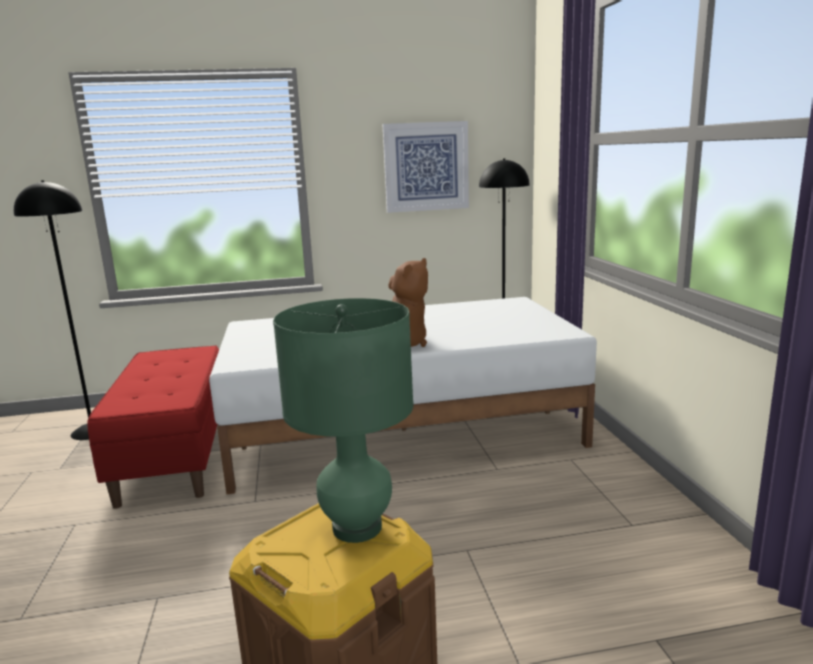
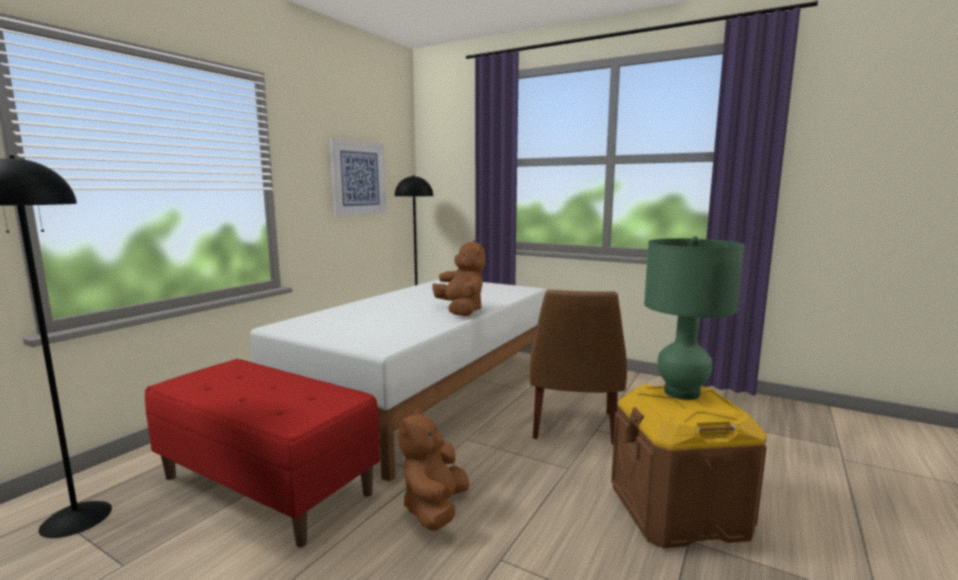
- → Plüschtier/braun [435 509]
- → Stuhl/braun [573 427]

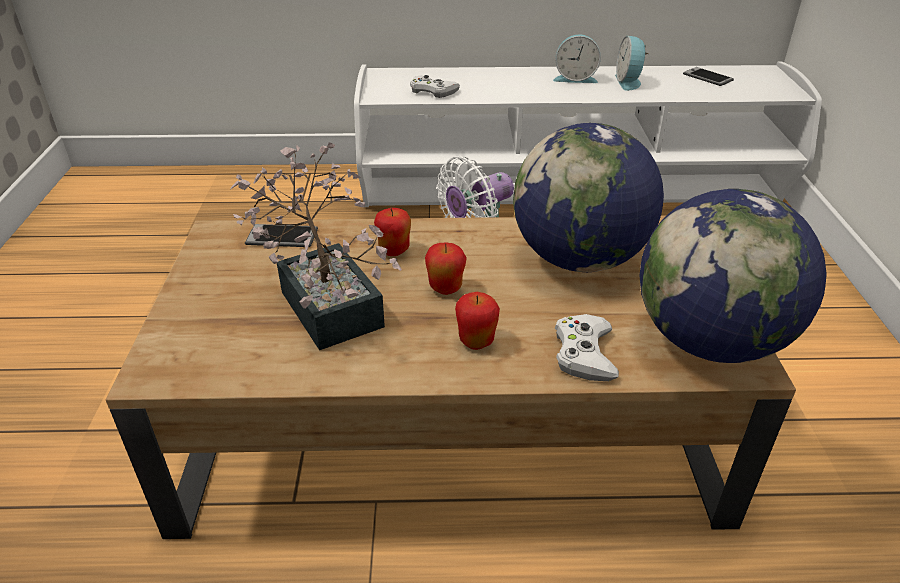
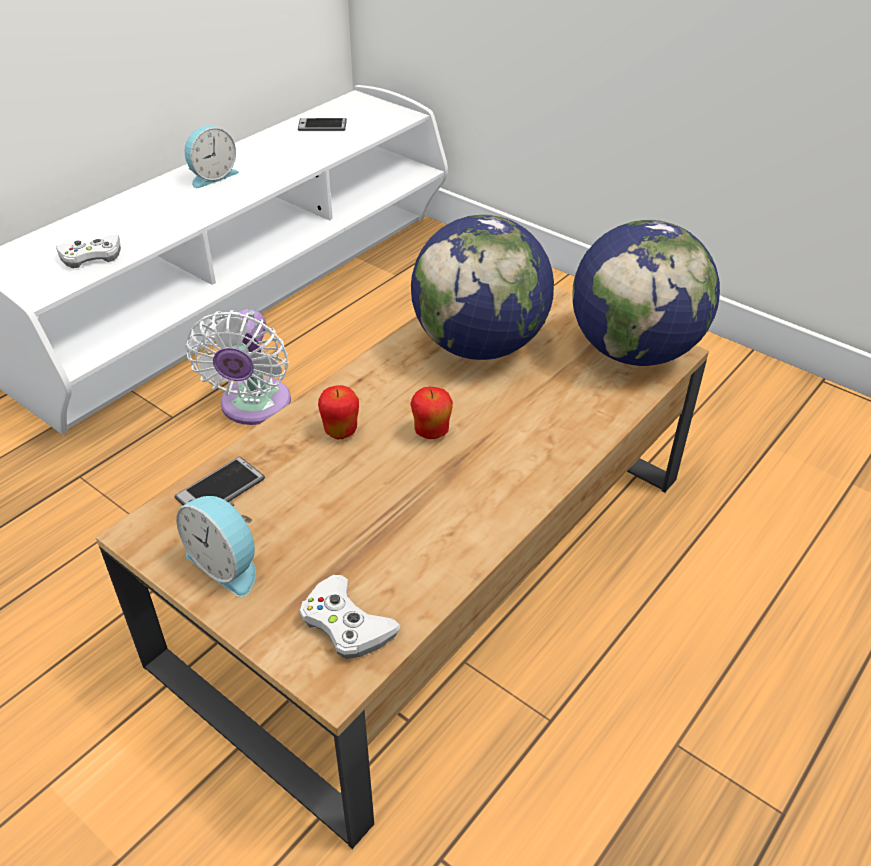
Wecker [629 82] → Wecker [227 564], relocated
Gamepad/weiß [584 353] → Gamepad/weiß [346 624], relocated
Topfpflanze [327 301] → -
Apfel [476 341] → -

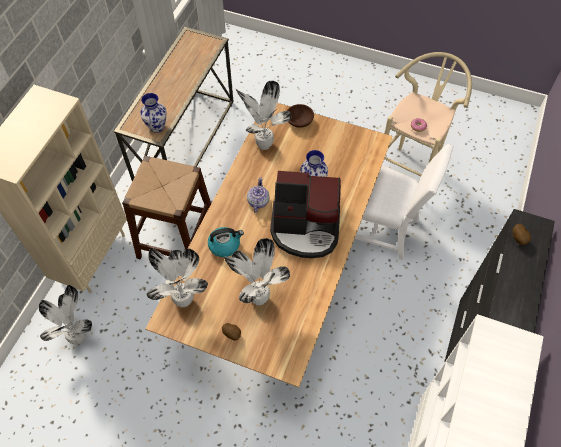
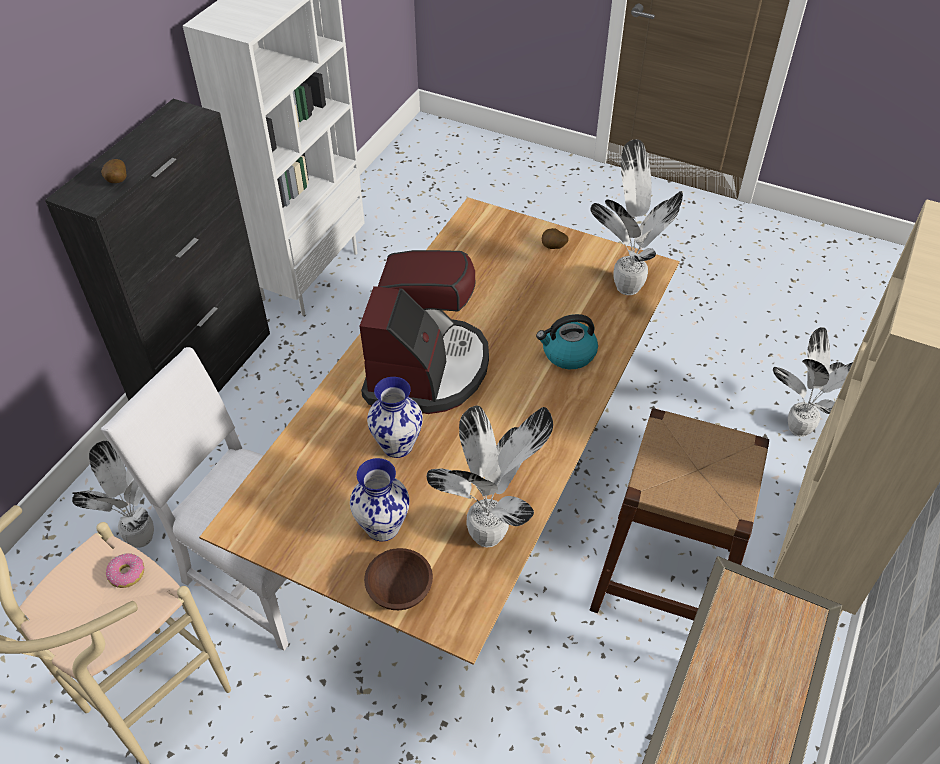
Topfpflanze [257 299] → Topfpflanze [144 538], relocated
Vase [157 127] → Vase [381 527], relocated
Kaffeemaschine [305 229] → Kaffeemaschine [426 368], 90 degrees clockwise
Teekanne [258 202] → -

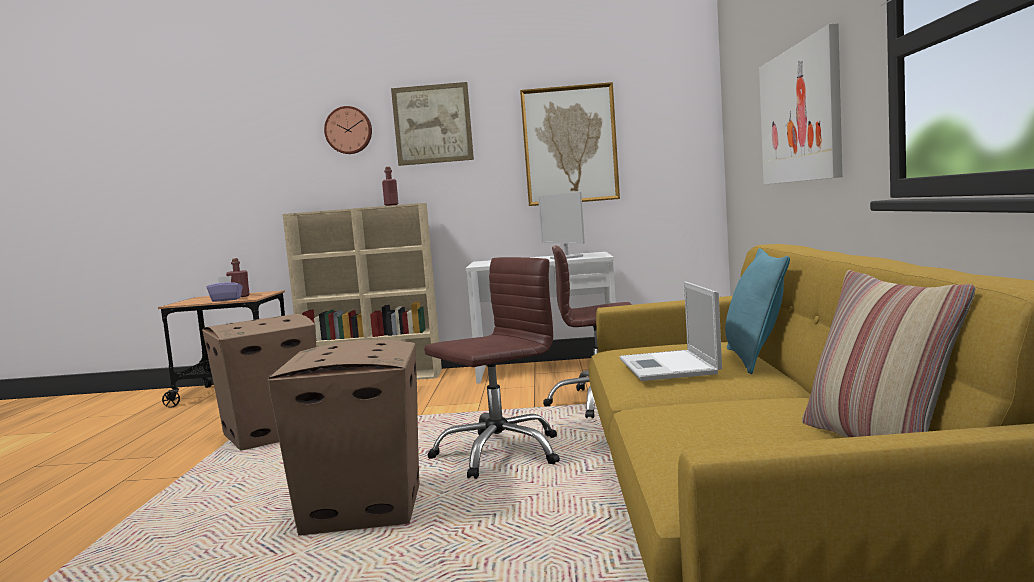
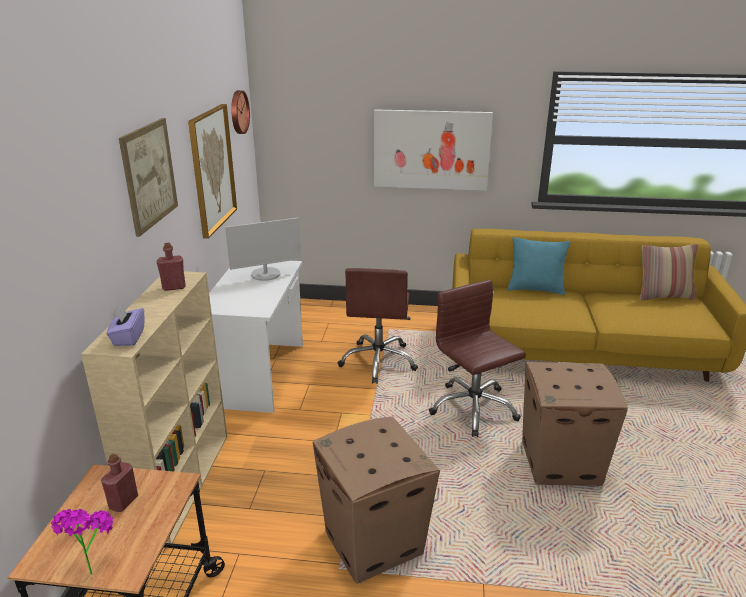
- → Topfpflanze [91 566]
Taschentuchbox/lila [226 300] → Taschentuchbox/lila [128 337], relocated
Wanduhr [348 130] → Wanduhr [238 112], relocated
Laptop [669 367] → -

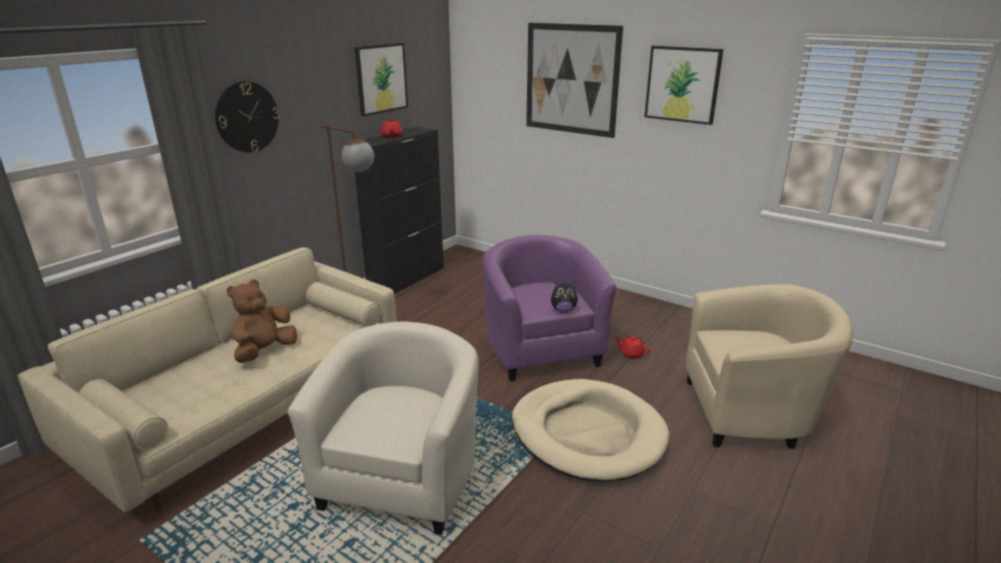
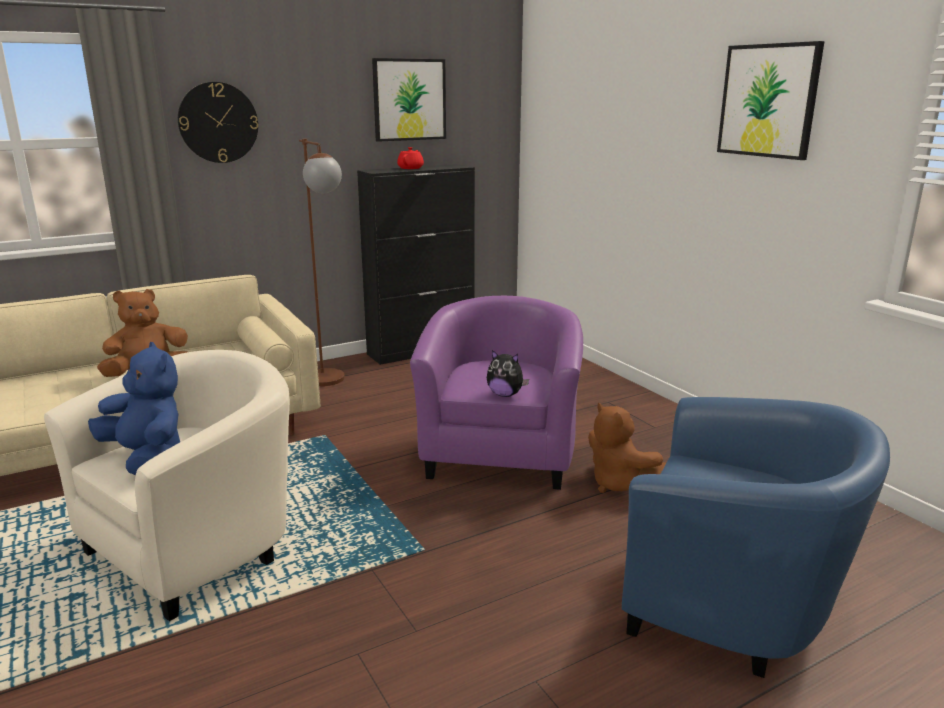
- → Plüschtier/blau [147 458]
Teekanne/rot [631 353] → Plüschtier/braun [619 484]
Sessel/beige [751 413] → Sessel/blau [734 606]
Hundebett/beige [587 434] → -
Bild [571 79] → -

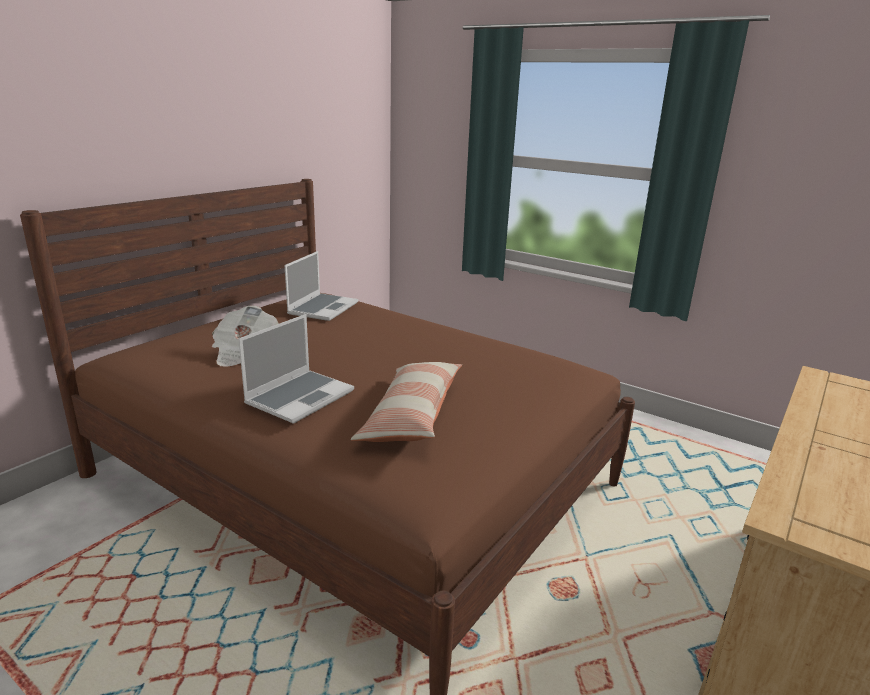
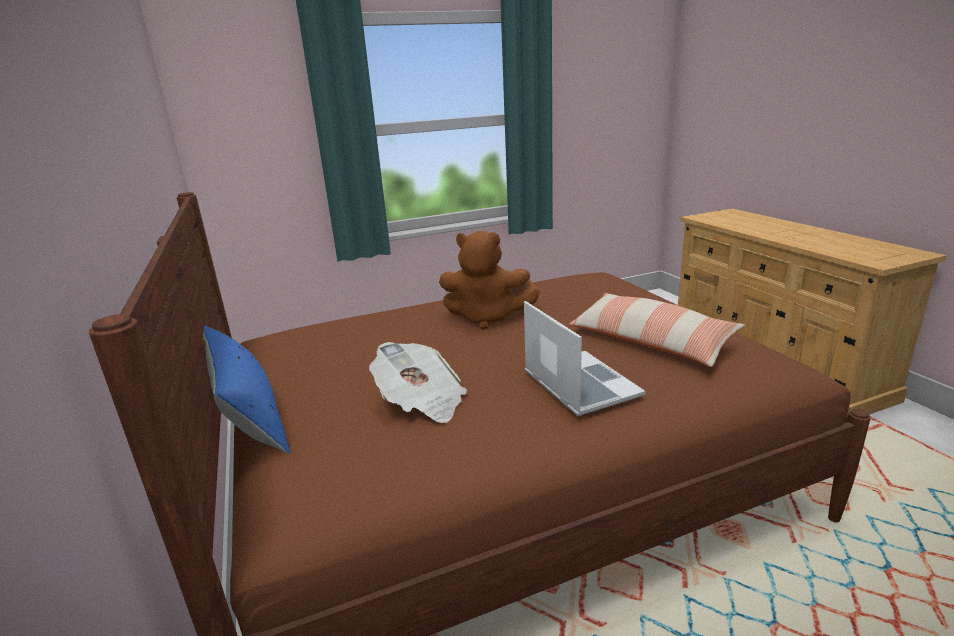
- → Kissen/blau [249 416]
- → Plüschtier/braun [487 318]
Laptop [323 308] → -

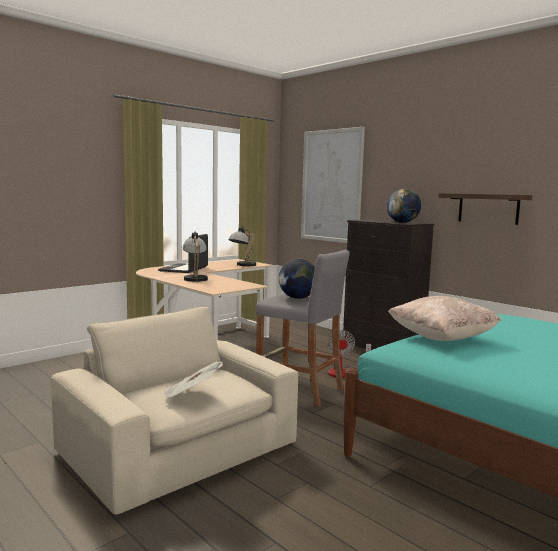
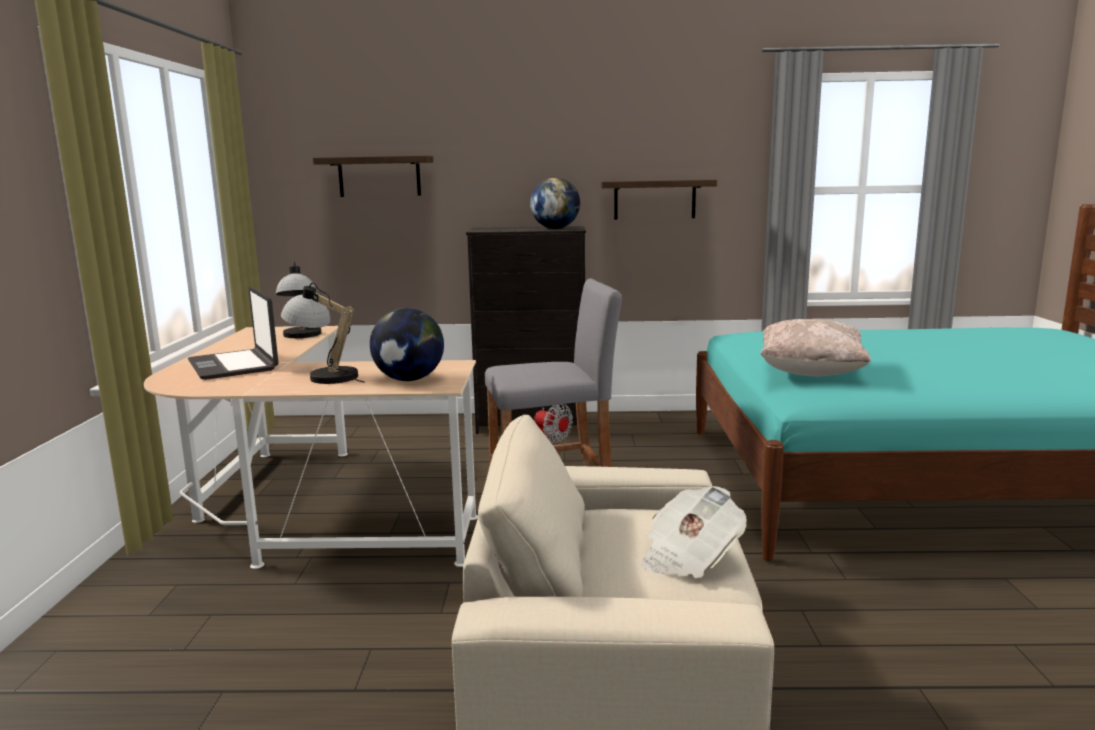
Bild [331 186] → Wandregal [379 176]
Globus [298 298] → Globus [409 379], relocated

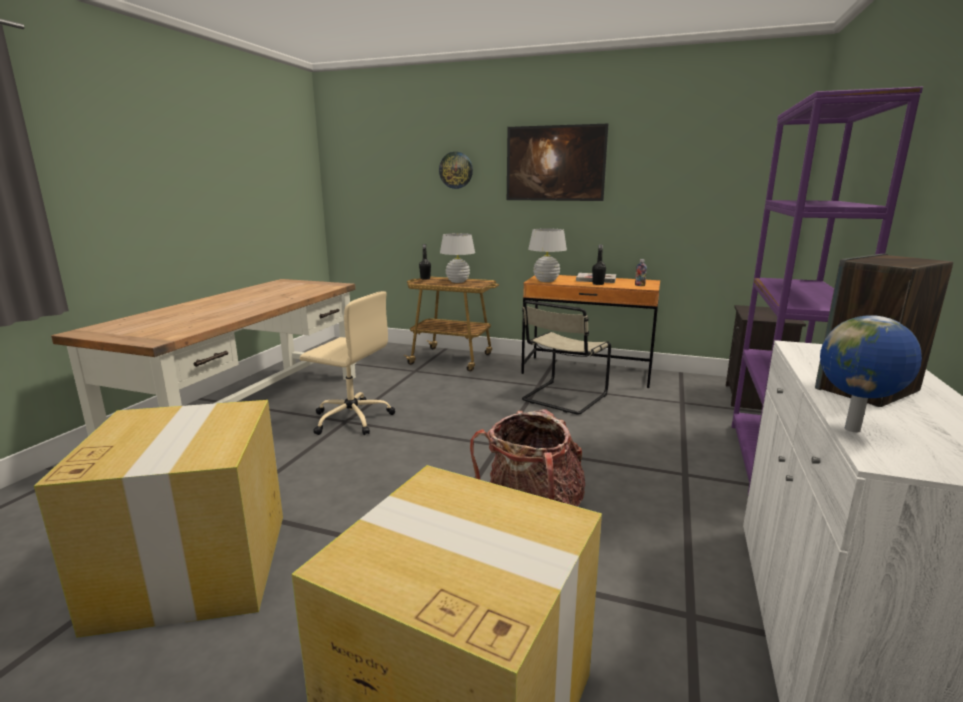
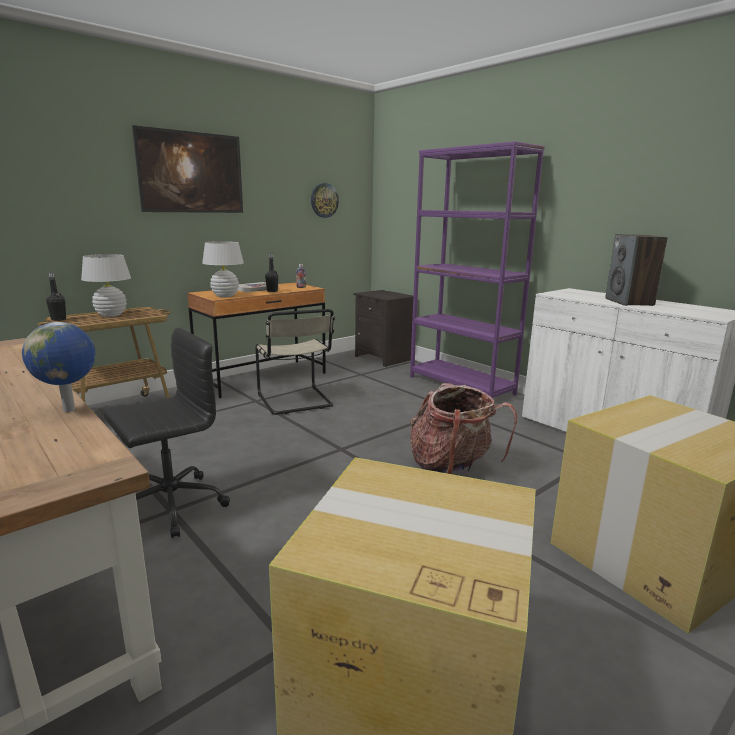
Globus [854 430] → Globus [70 410], relocated
Bürostuhl/beige [351 418] → Bürostuhl/schwarz [169 505]
Wanduhr [456 170] → Wanduhr [324 200], relocated

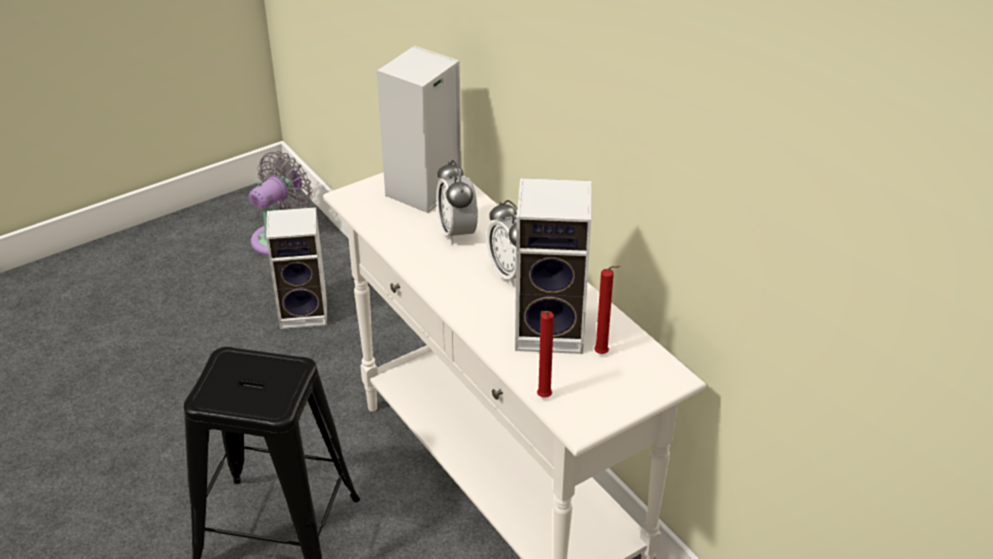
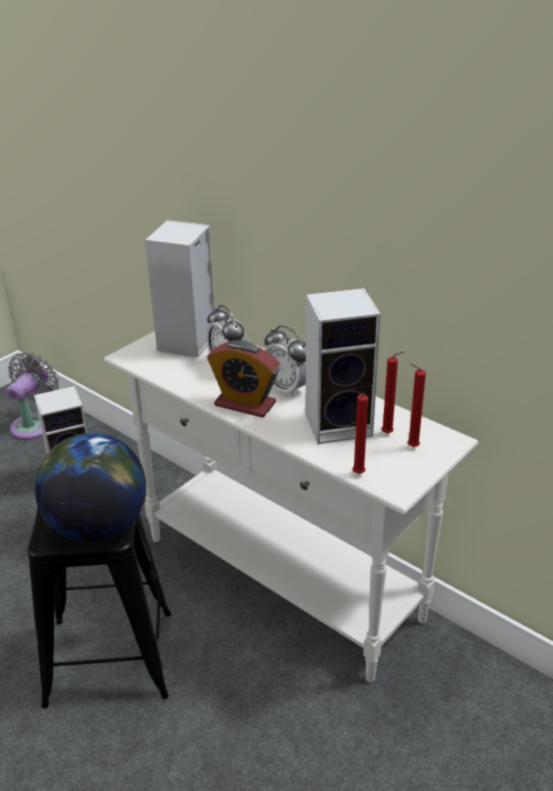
- → Globus [98 526]
- → Wecker [245 404]
- → Kerze/rot [411 447]

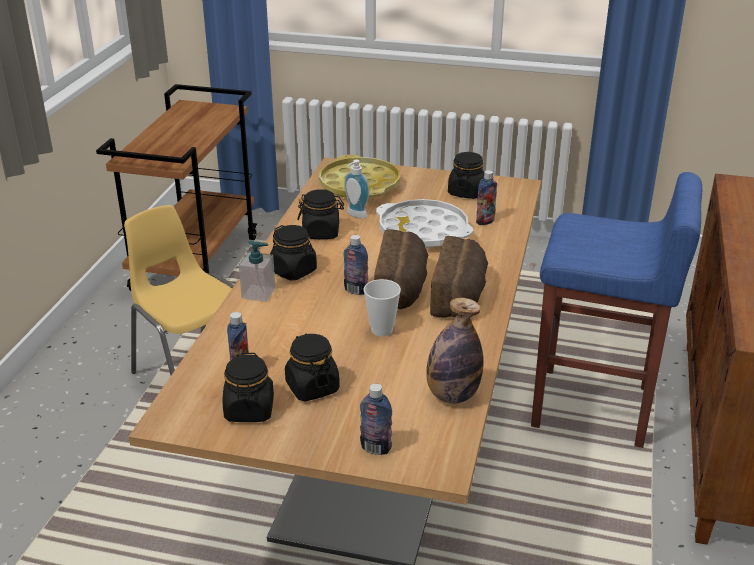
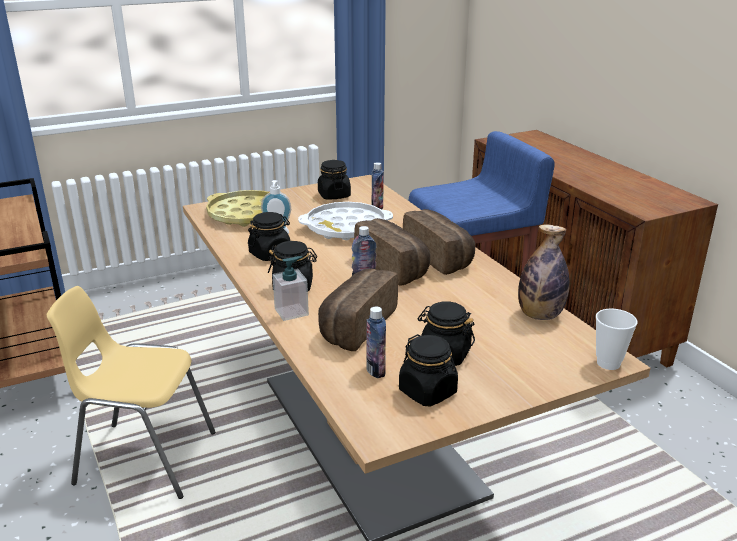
- → Brot [355 325]
Tasse [382 330] → Tasse [608 363], relocated
Flasche [376 448] → -

